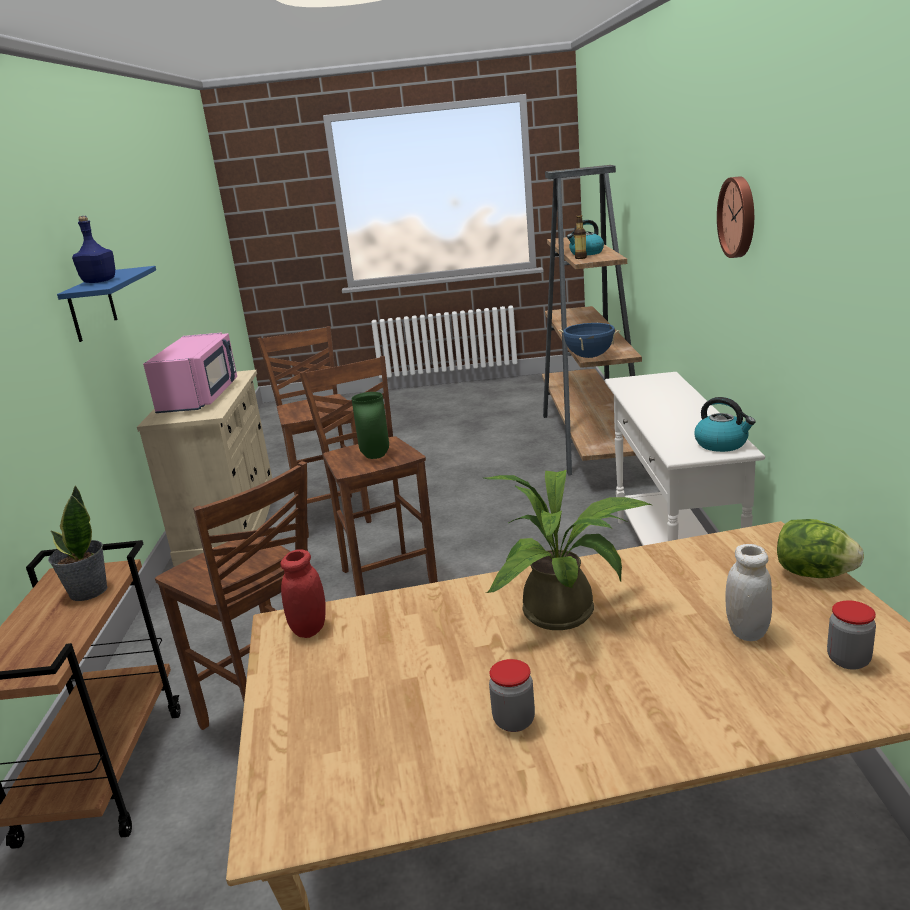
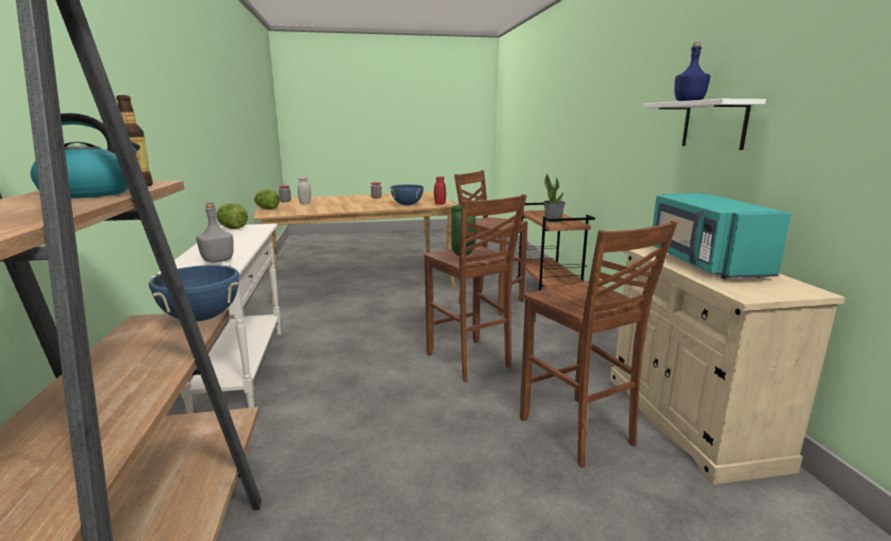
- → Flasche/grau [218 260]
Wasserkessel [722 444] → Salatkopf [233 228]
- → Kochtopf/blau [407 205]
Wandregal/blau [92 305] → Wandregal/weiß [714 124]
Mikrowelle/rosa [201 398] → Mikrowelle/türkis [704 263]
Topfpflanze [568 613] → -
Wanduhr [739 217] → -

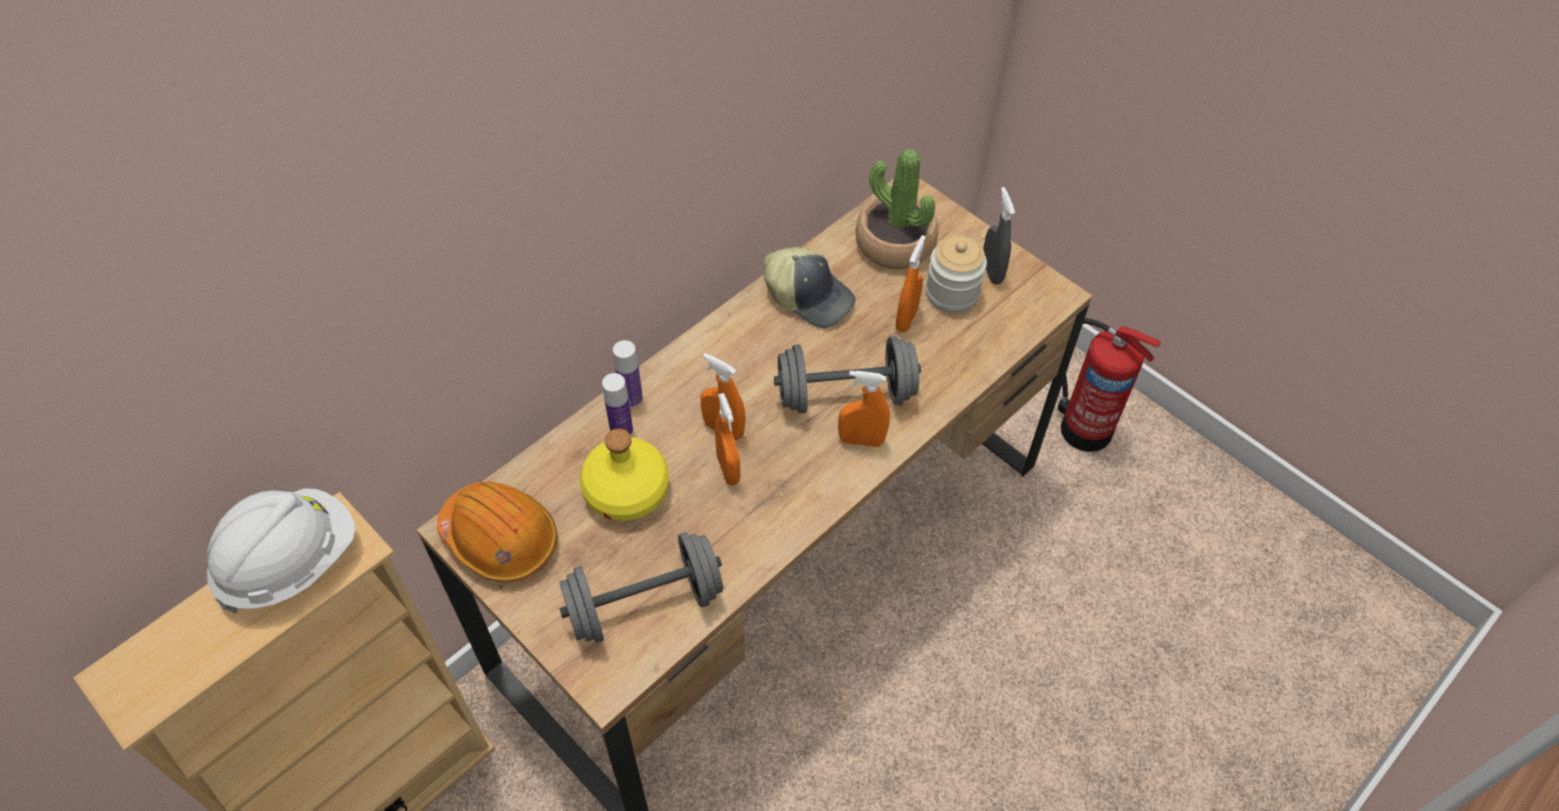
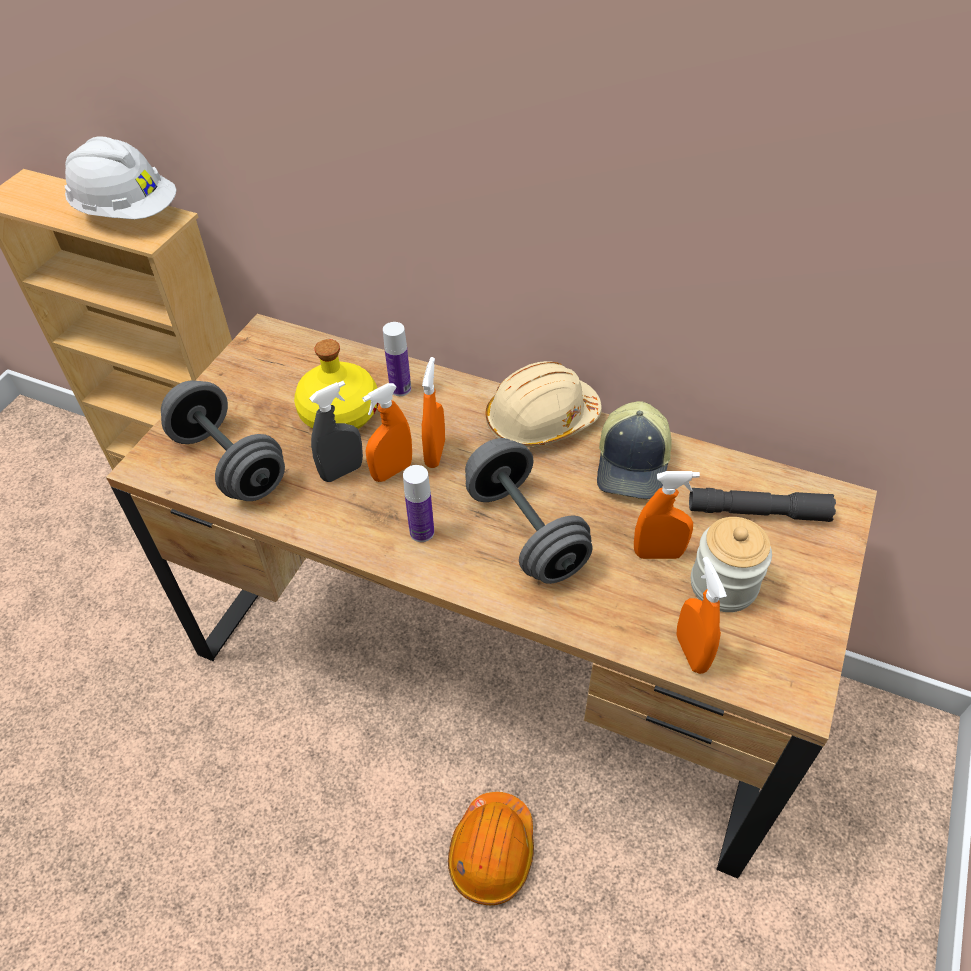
Sprühflasche/grau [992 271] → Sprühflasche/grau [342 471], relocated
Flasche [631 398] → Flasche [422 532], relocated
Schutzhelm/orange [500 538] → Schutzhelm/orange [492 852], relocated
- → Schutzhelm/beige [541 420]
Sprühflasche/orange [861 440] → Sprühflasche/orange [691 652], relocated
Topfpflanze [894 243] → Taschenlampe/grau [757 512]
Feuerlöscher [1083 427] → -

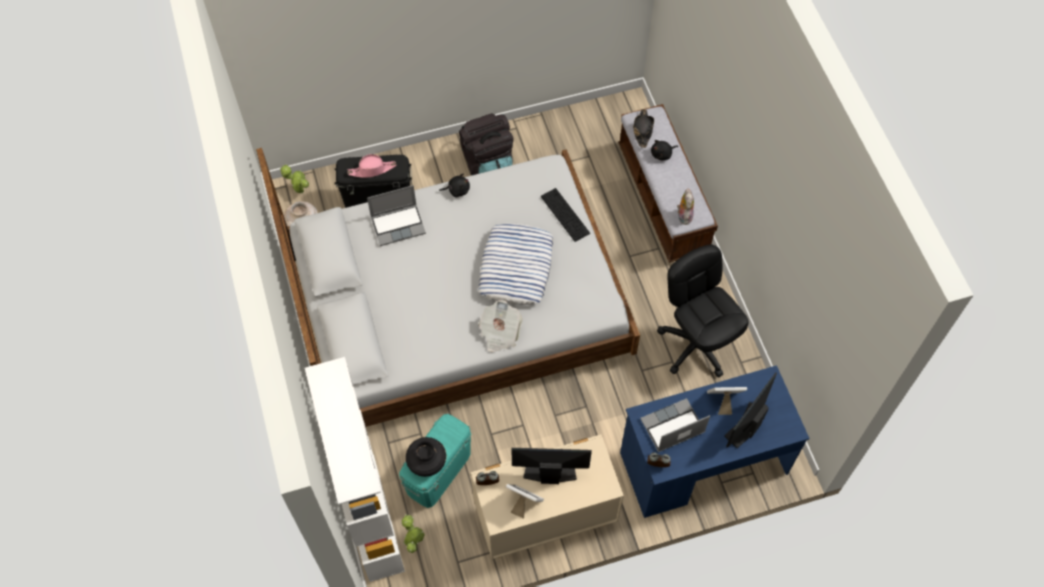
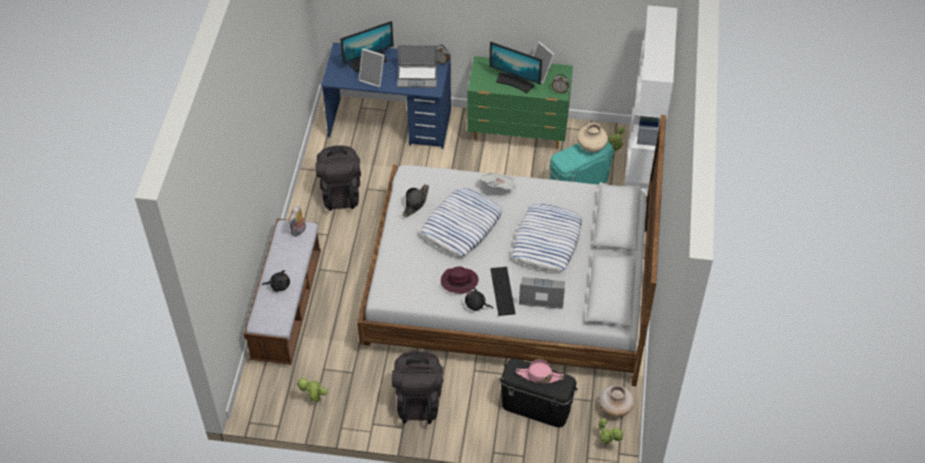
- → Topfpflanze [315 400]
Bürostuhl/schwarz [696 344] → Rucksack/schwarz [341 192]
Hut/schwarz [643 130] → Hut/schwarz [415 203], relocated
- → Hut/lila [458 282]
Kommode/beige [543 518] → Kommode/grün [518 133]
Tastatur [565 215] → Tastatur [502 291], relocated
- → Kissen [547 241]
Vase/schwarz [426 463] → Vase/beige [591 147]

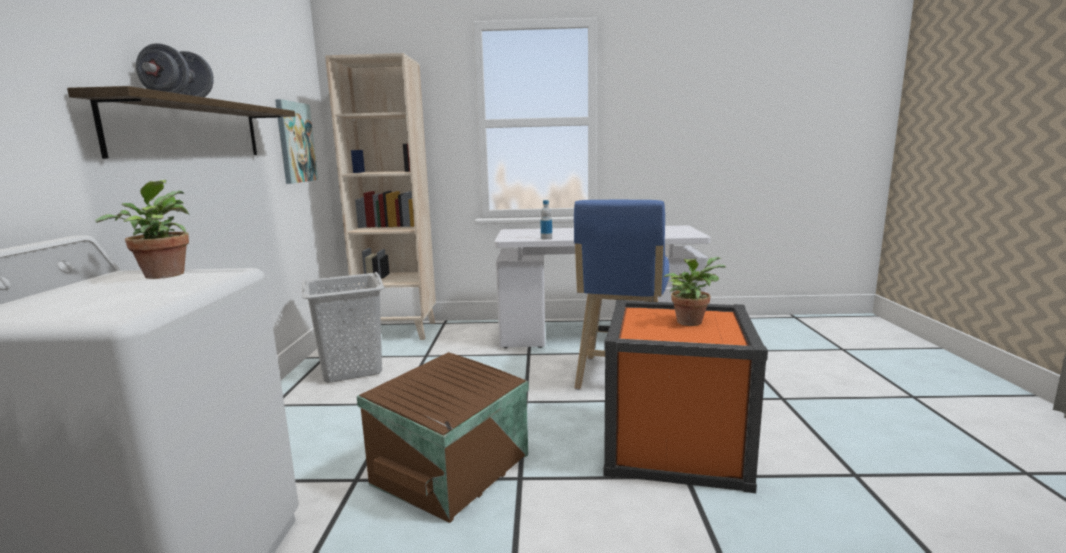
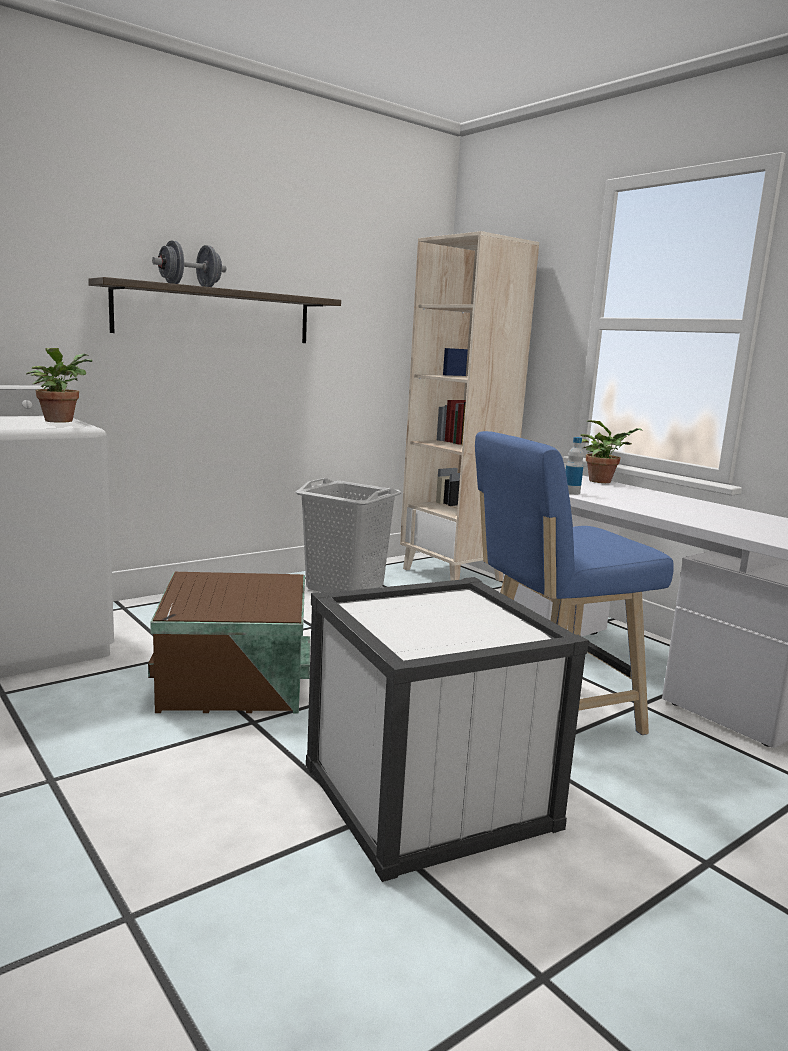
Aufbewahrungsbox/orange [674 445] → Aufbewahrungsbox/weiß [427 795]
Topfpflanze [690 321] → Topfpflanze [603 481], relocated
Bild [295 142] → -

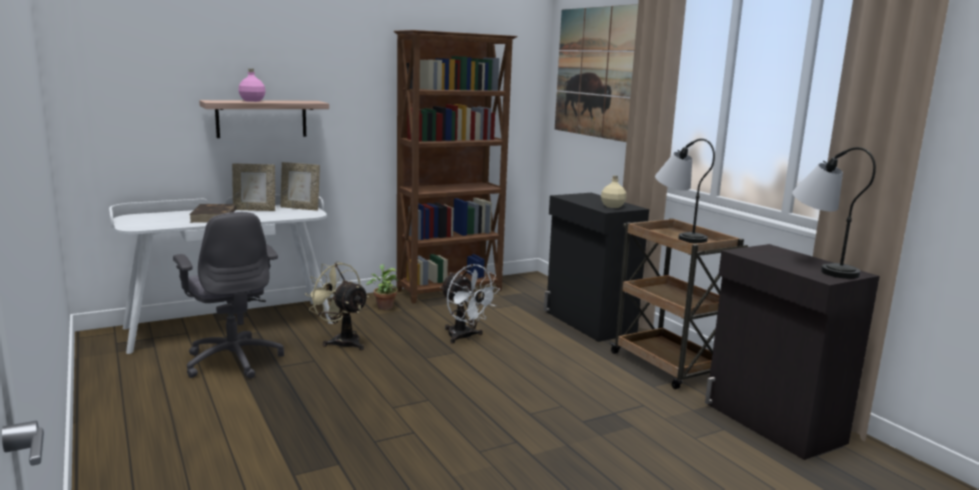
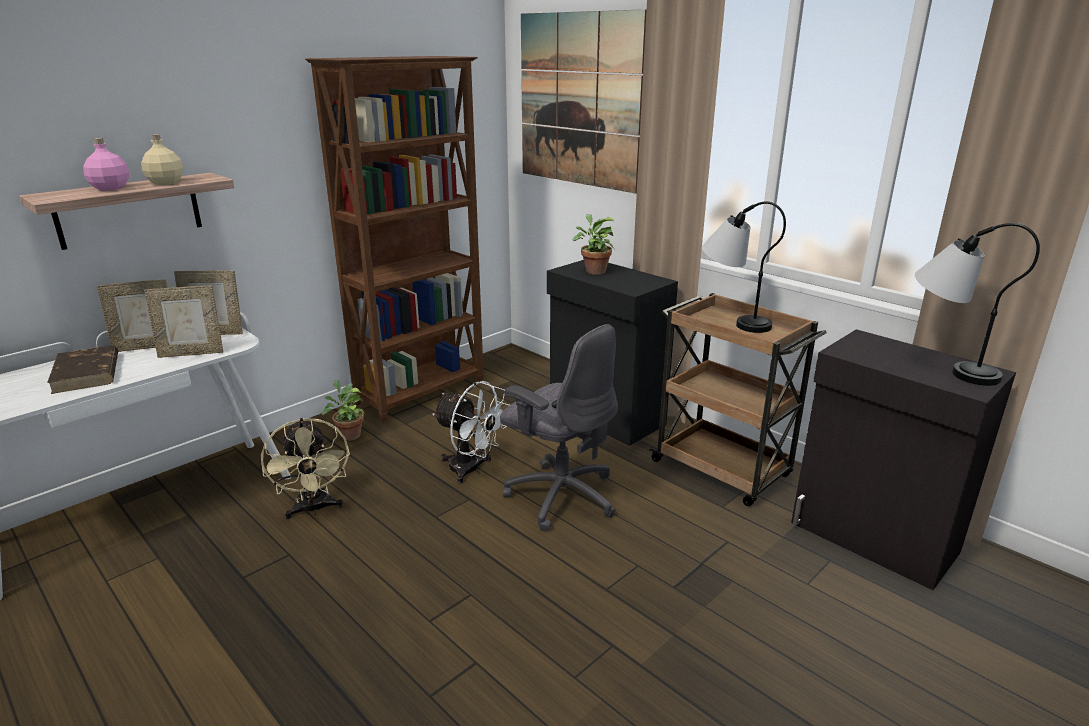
Flasche/beige [613 206] → Flasche/beige [166 183], relocated
- → Bilderrahmen [192 353]
Ventilator/beige [341 341] → Ventilator/beige [314 509], 135 degrees counterclockwise
Bürostuhl/grau [233 360] → Bürostuhl/grau [561 495], relocated
- → Topfpflanze [593 271]

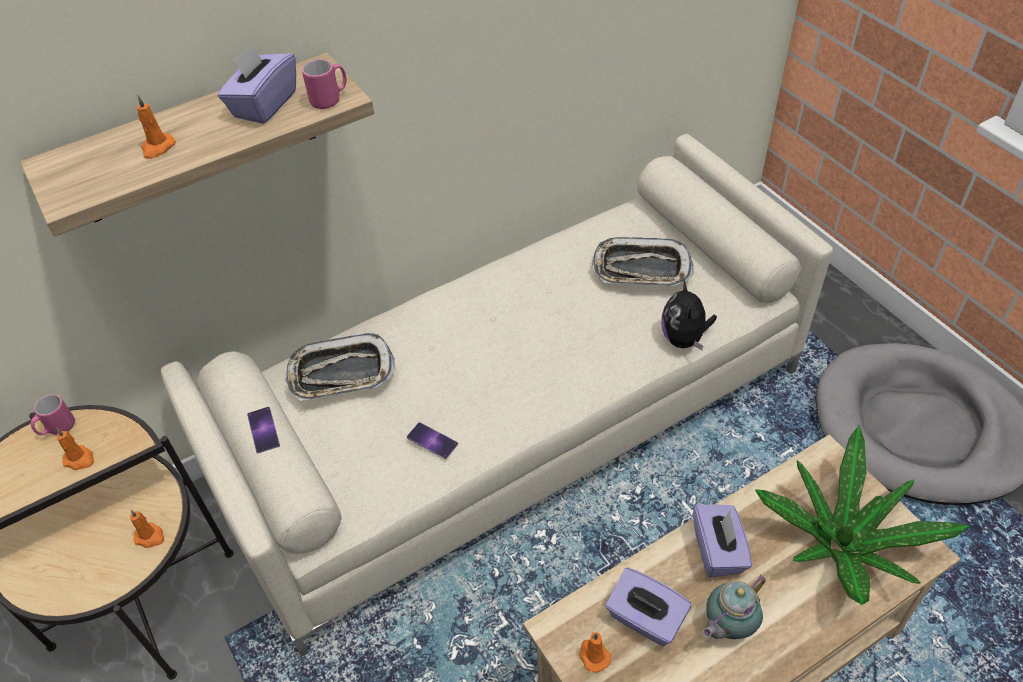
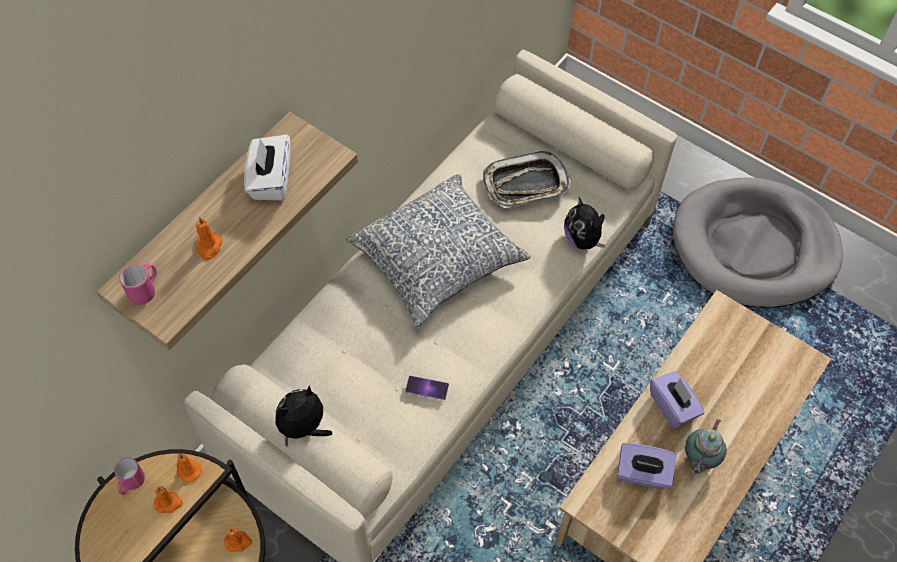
Henkelbecher/rosa [330 99] → Henkelbecher/rosa [145 290], relocated
Kerze/orange [593 655] → Kerze/orange [188 470], relocated
Taschentuchbox/lila [264 104] → Taschentuchbox/weiß [270 180]
Handy [263 430] → Plüschtier [304 427]
- → Kissen [437 259]
Tablett [340 373] → -
Topfpflanze [843 544] → -

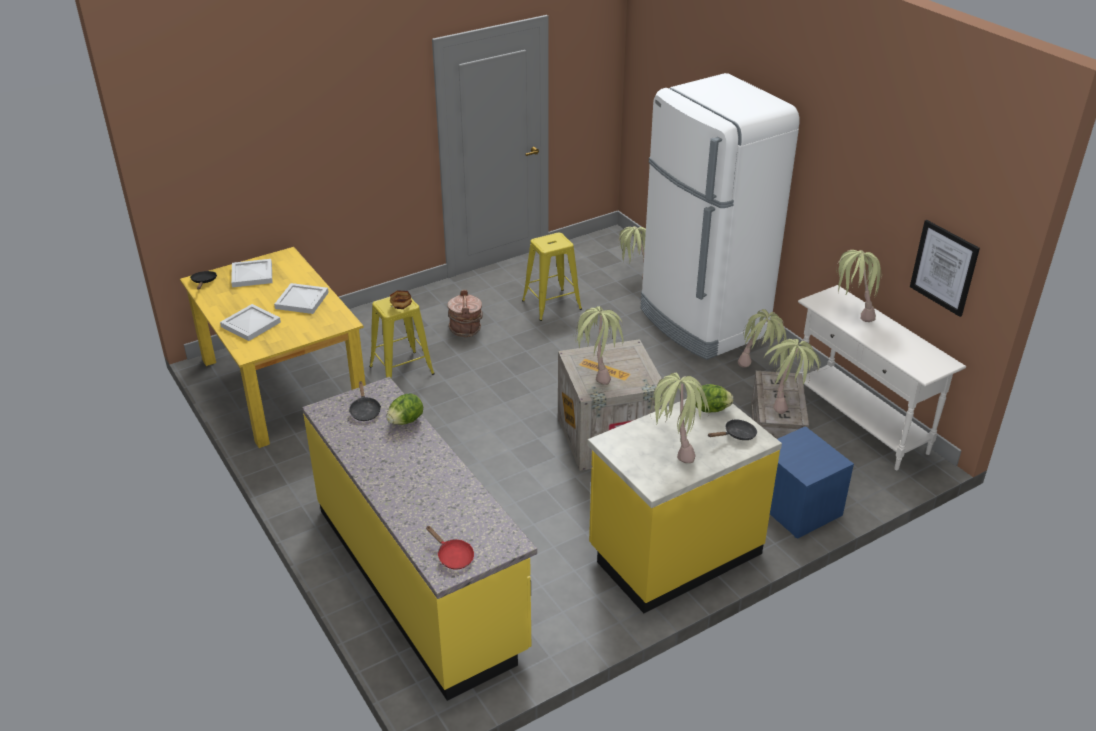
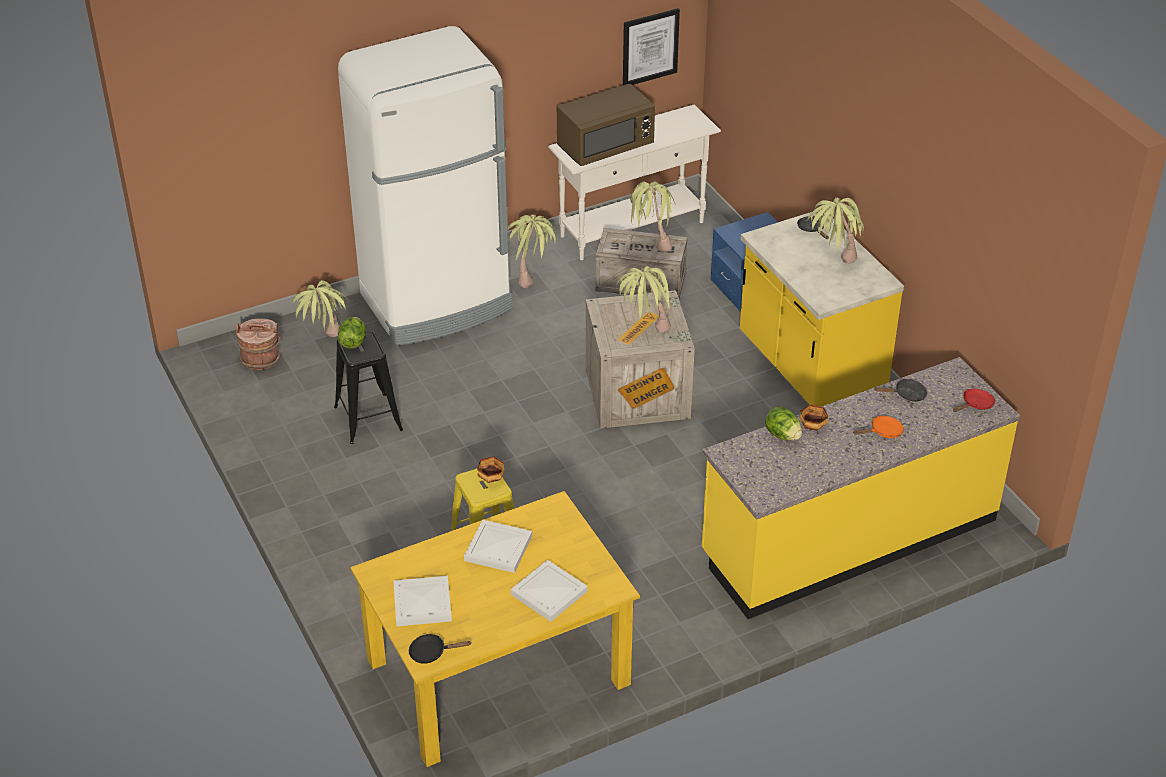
Eimer/braun [466 329] → Eimer/braun [261 358], relocated
Hocker/gelb [551 305] → Hocker/schwarz [368 418]
Salatkopf [711 409] → Salatkopf [353 342], relocated
Topfpflanze [851 314] → Mikrowelle/braun [605 146]
- → Schüssel [812 426]
- → Pfanne/orange [883 432]
Pfanne/schwarz [365 411] → Pfanne/schwarz [906 395], relocated

